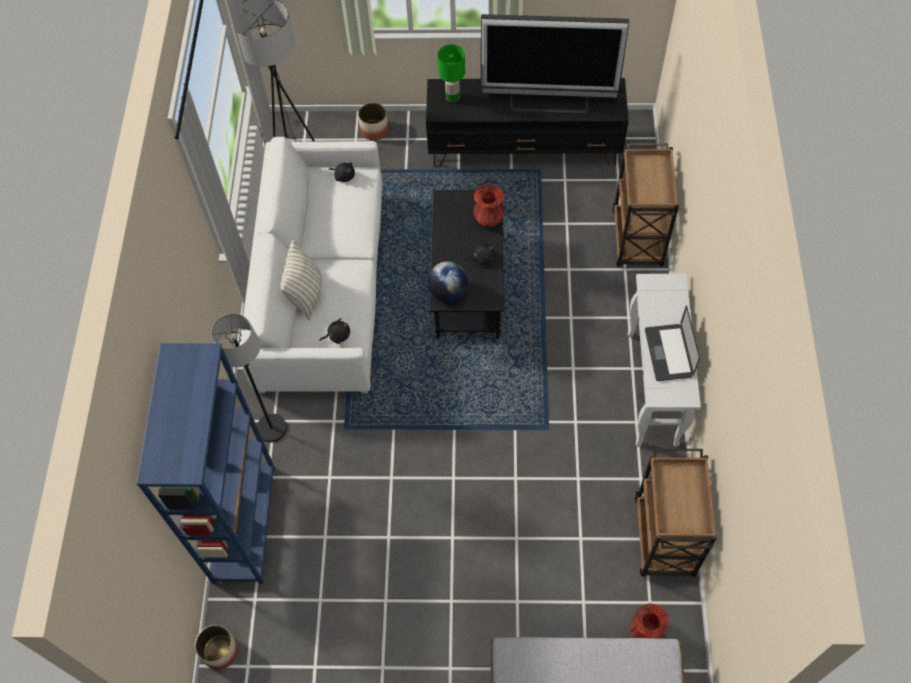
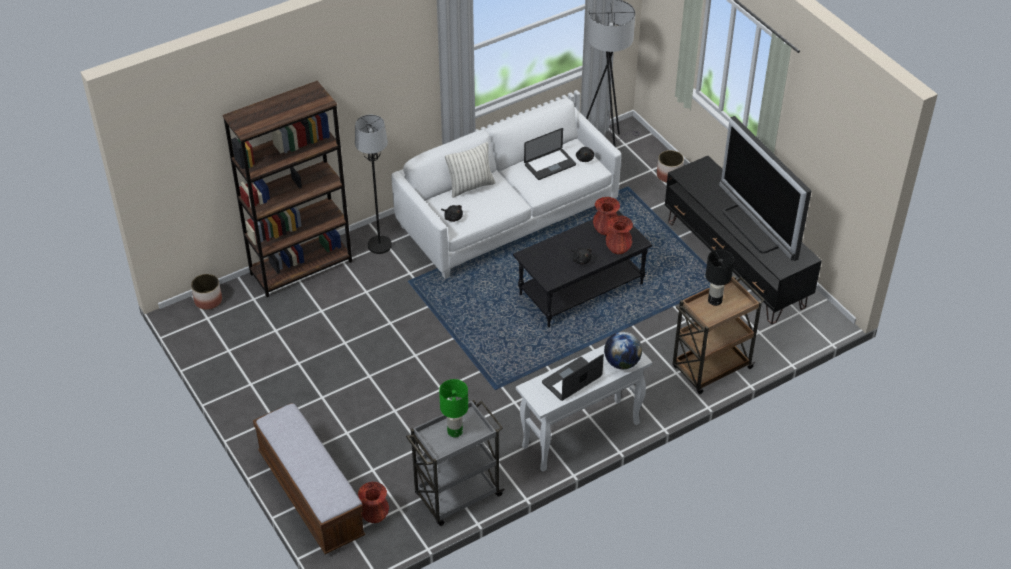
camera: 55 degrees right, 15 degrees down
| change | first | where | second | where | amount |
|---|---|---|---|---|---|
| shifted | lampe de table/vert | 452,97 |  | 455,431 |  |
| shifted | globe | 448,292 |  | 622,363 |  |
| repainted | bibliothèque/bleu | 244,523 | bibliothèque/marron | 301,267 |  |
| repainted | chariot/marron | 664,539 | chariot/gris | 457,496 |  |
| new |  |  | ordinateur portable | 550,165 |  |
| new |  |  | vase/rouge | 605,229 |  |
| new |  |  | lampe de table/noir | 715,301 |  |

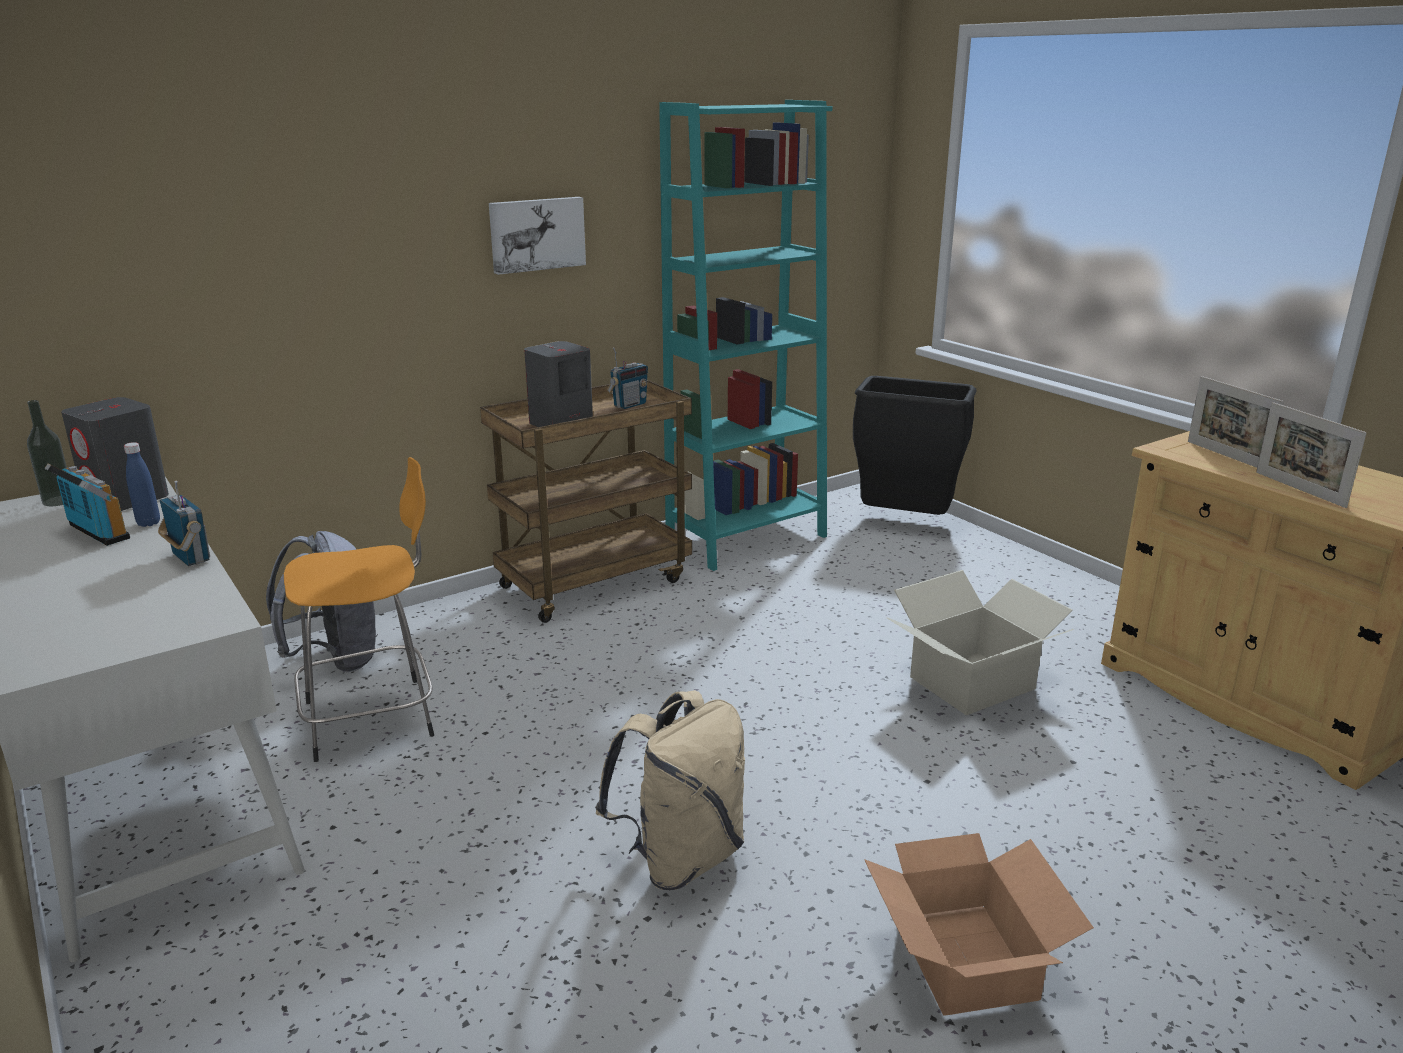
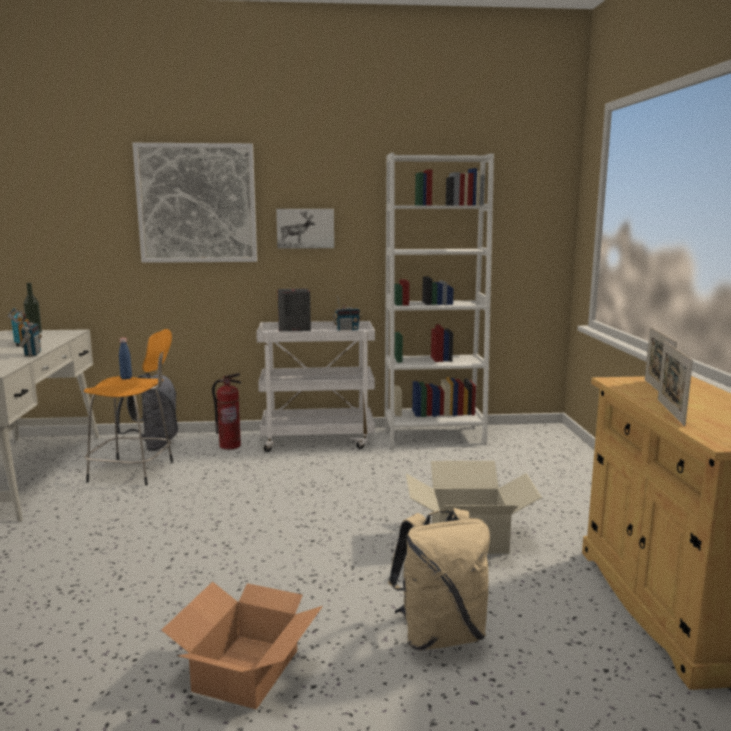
camera: 30 degrees right, 10 degrees down
| change | first | where | second | where | amount |
|---|---|---|---|---|---|
| repainted | bibliothèque/turquoise | 746,539 | bibliothèque/blanc | 434,437 |  |
| gone | poubelle/noir | 904,523 |  |  |  |
| repainted | chariot/marron | 595,582 | chariot/blanc | 318,440 |  |
| gone | enceinte/gris | 127,499 |  |  |  |
| shifted | bouteille/bleu | 148,523 |  | 126,378 |  |
| shifted | sac à dos/beige | 681,857 |  | 440,635 |  |
| new |  |  | tableau | 197,203 |  |
| new |  |  | extincteur | 230,446 |  |

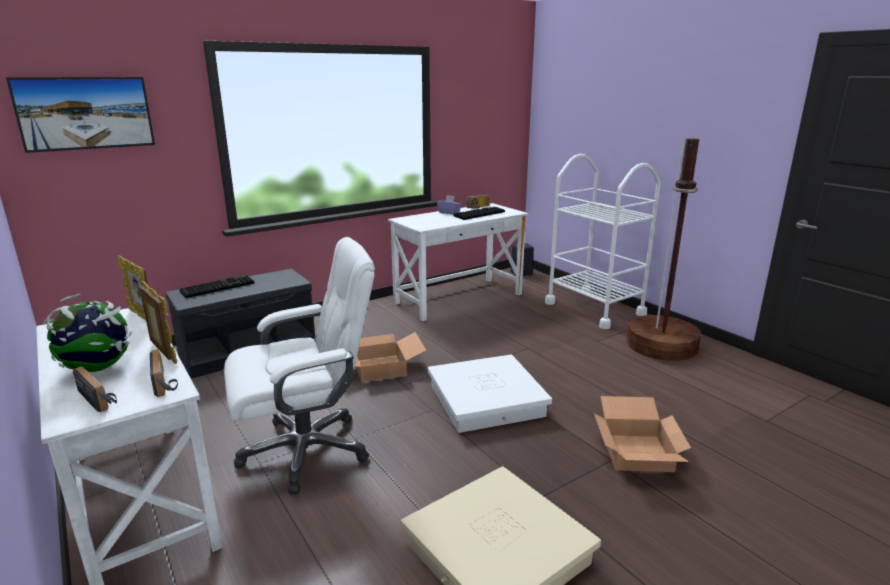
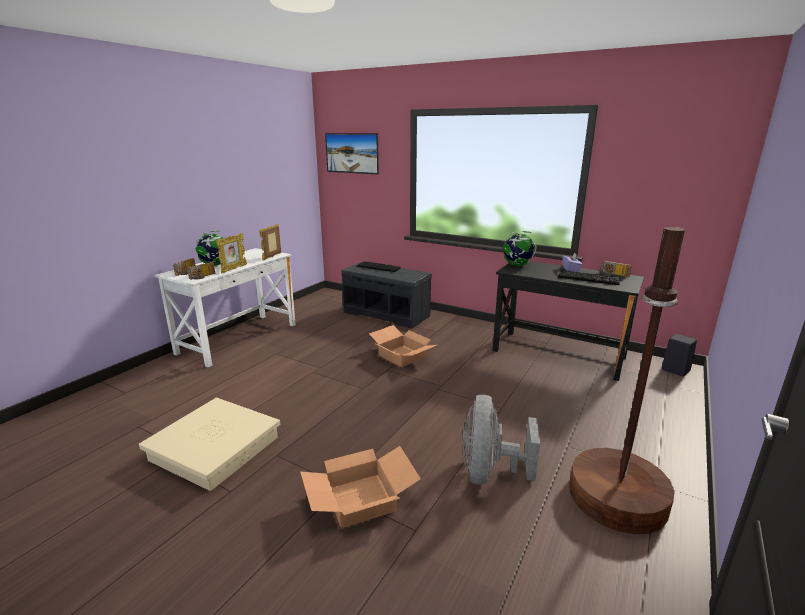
camera: 65 degrees right, 0 degrees up
| change | first | where | second | where | amount |
|---|---|---|---|---|---|
| gone | chariot/blanc | 594,309 |  |  |  |
| repainted | bureau/blanc | 458,298 | bureau/noir | 558,354 |  |
| gone | chaise de bureau/blanc | 307,450 |  |  |  |
| gone | boîte de rangement/blanc | 486,400 |  |  |  |
| new |  |  | globe | 517,265 |  |
| new |  |  | ventilateur/gris | 489,472 |  |

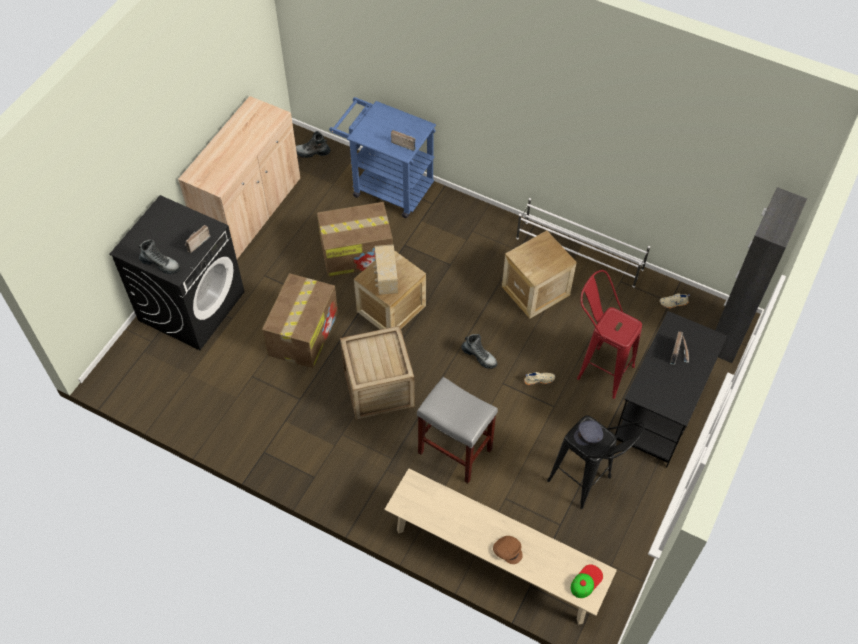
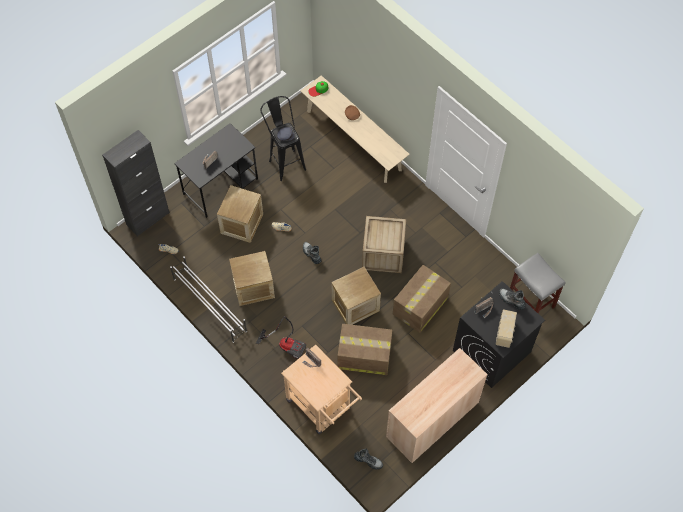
camera: 160 degrees left, 5 degrees up
| change | first | where | second | where | amount |
|---|---|---|---|---|---|
| repainted | chariot/bleu | 386,187 | chariot/beige | 322,407 |  |
| shifted | radio | 386,279 |  | 505,333 |  |
| swapped | tabouret/rouge | 597,368 | caisse | 242,223 |  |
| shifted | tabouret/gris | 454,451 |  | 531,301 |  |
| new |  |  | aspirateur | 286,345 |  |

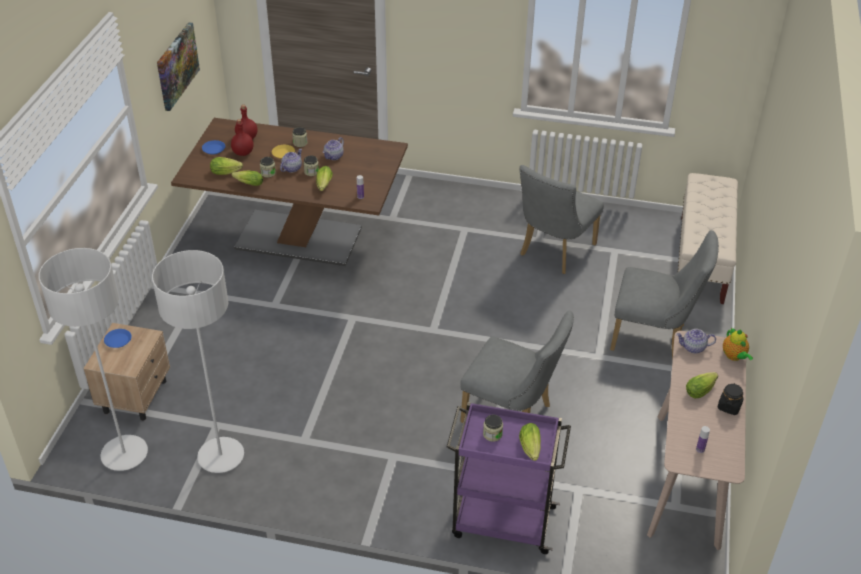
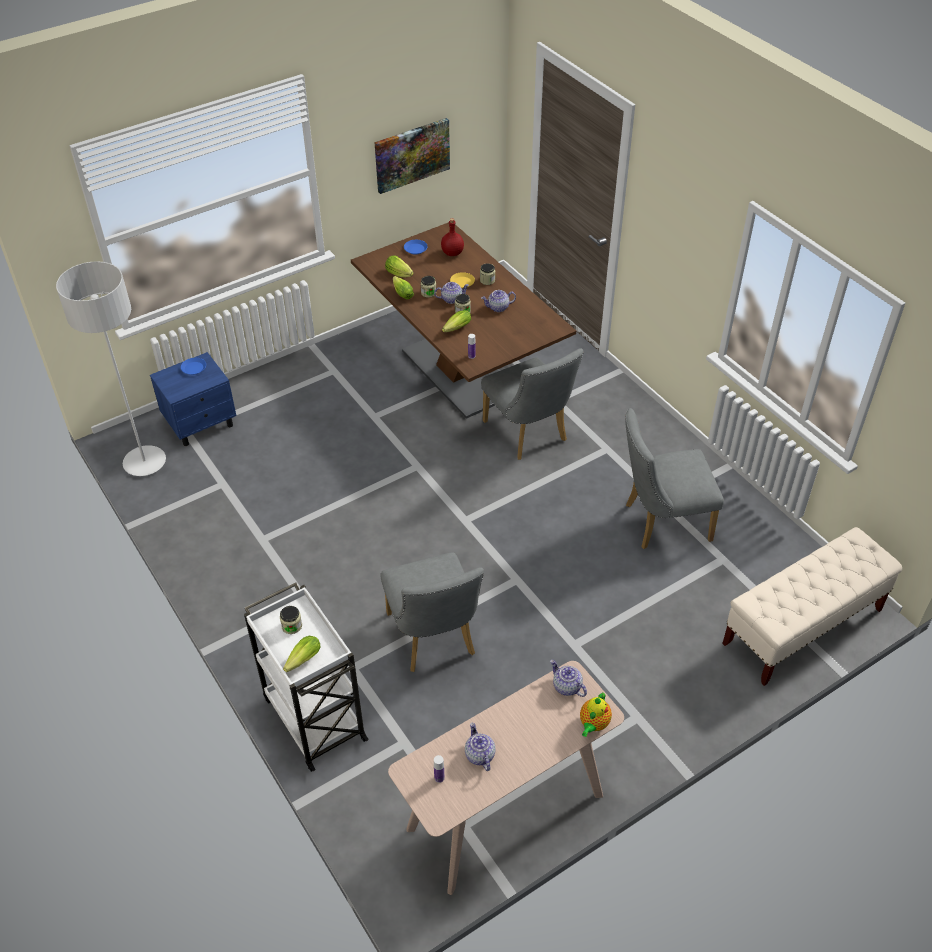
camera: 45 degrees right, 5 degrees up
| change | first | where | second | where | amount |
|---|---|---|---|---|---|
| gone | bouteille/rouge | 243,153 |  |  |  |
| shifted | chaise/gris | 654,338 |  | 528,434 |  |
| gone | lampadaire/gris | 221,456 |  |  |  |
| repainted | table de chevet/beige | 136,395 | table de chevet/bleu | 201,424 |  |
| gone | laitue | 701,390 |  |  |  |
| gone | bocal/noir | 729,406 |  |  |  |
| repainted | chariot/violet | 501,521 | chariot/blanc | 313,717 |  |
| new |  |  | théière | 479,755 |  |

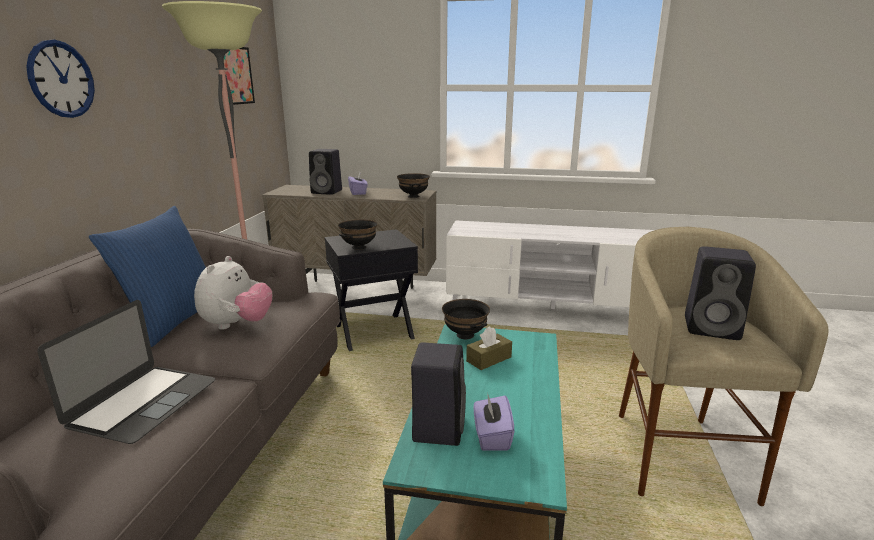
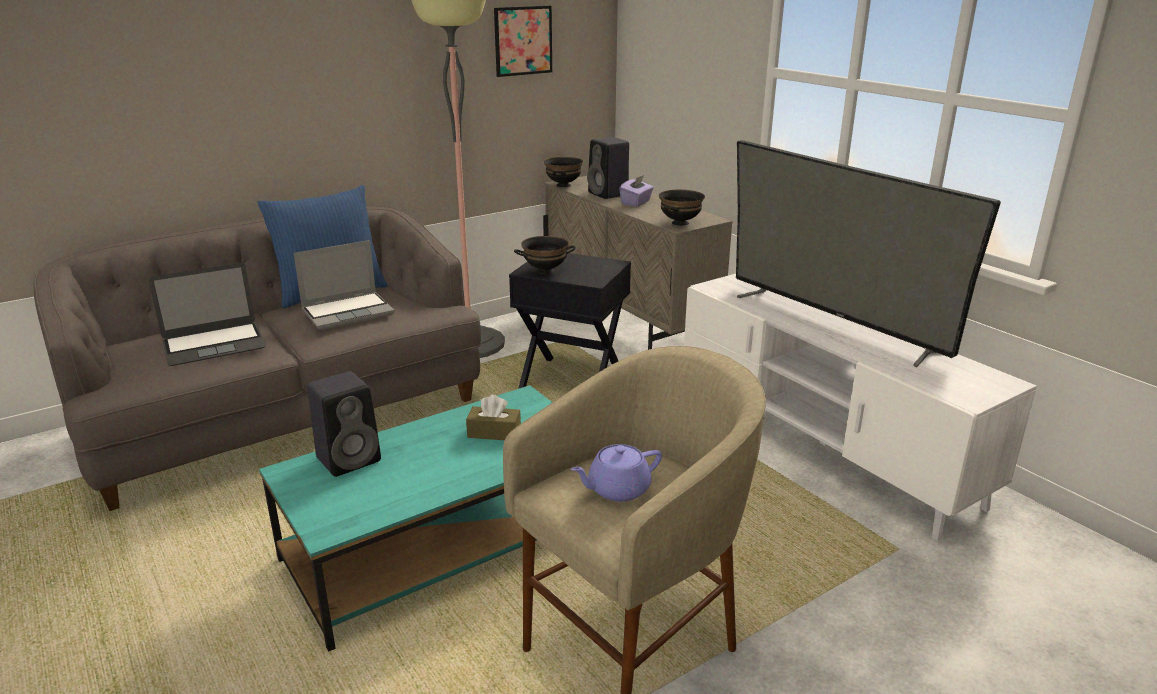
camera: 45 degrees right, 5 degrees up
| change | first | where | second | where | amount |
|---|---|---|---|---|---|
| gone | horloge murale | 61,79 |  |  |  |
| swapped | enceinte/noir | 713,328 | théière/violet | 617,489 |  |
| swapped | peluche | 237,325 | ordinateur portable | 348,312 |  |
| shifted | bol/noir | 465,335 |  | 564,185 |  |
| gone | boîte à mouchoirs/violet | 491,436 |  |  |  |
| new |  |  | téléviseur | 833,322 |  |

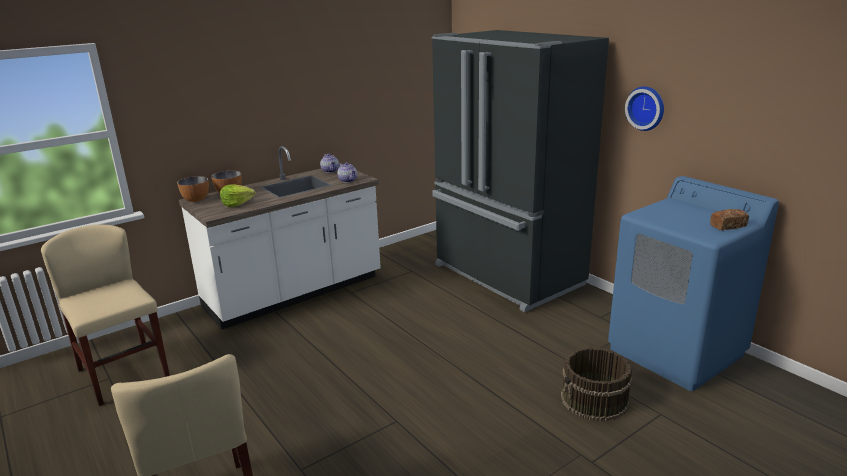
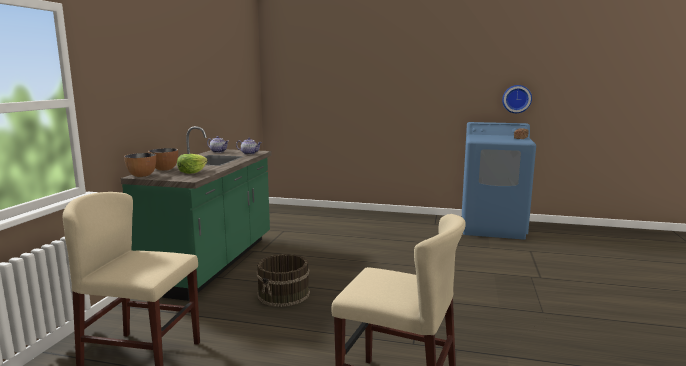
camera: 40 degrees left, 10 degrees down
| change | first | where | second | where | amount |
|---|---|---|---|---|---|
| gone | réfrigérateur/noir | 506,276 |  |  |  |
| shifted | horloge murale | 646,108 |  | 516,99 |  |
| repainted | comptoir de cuisine/blanc | 294,293 | comptoir de cuisine/vert | 213,263 |  |
| shifted | seau/marron | 594,400 |  | 284,294 |  |

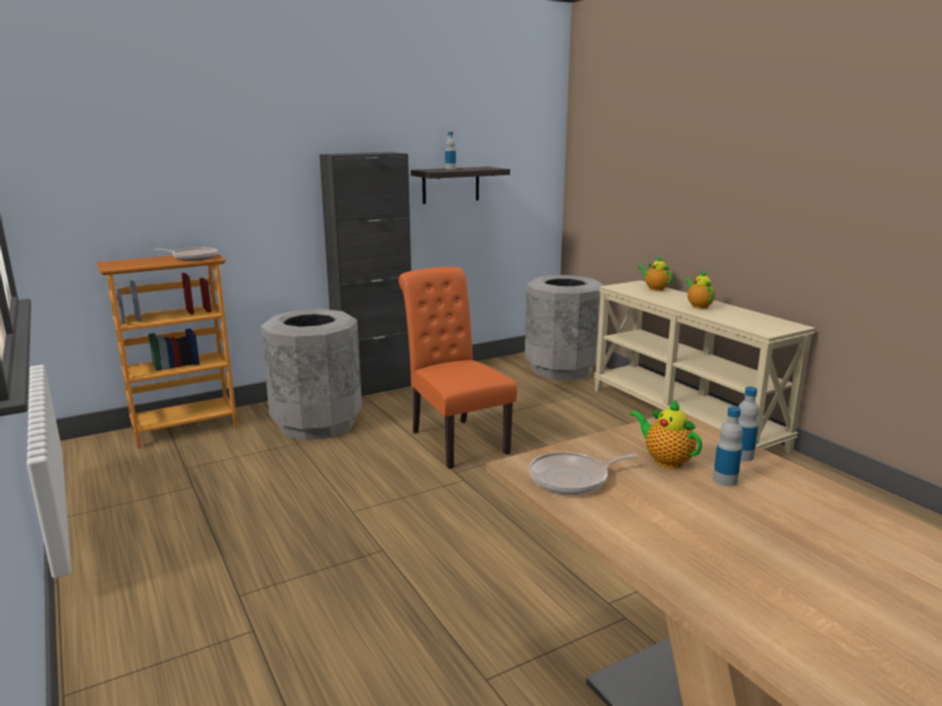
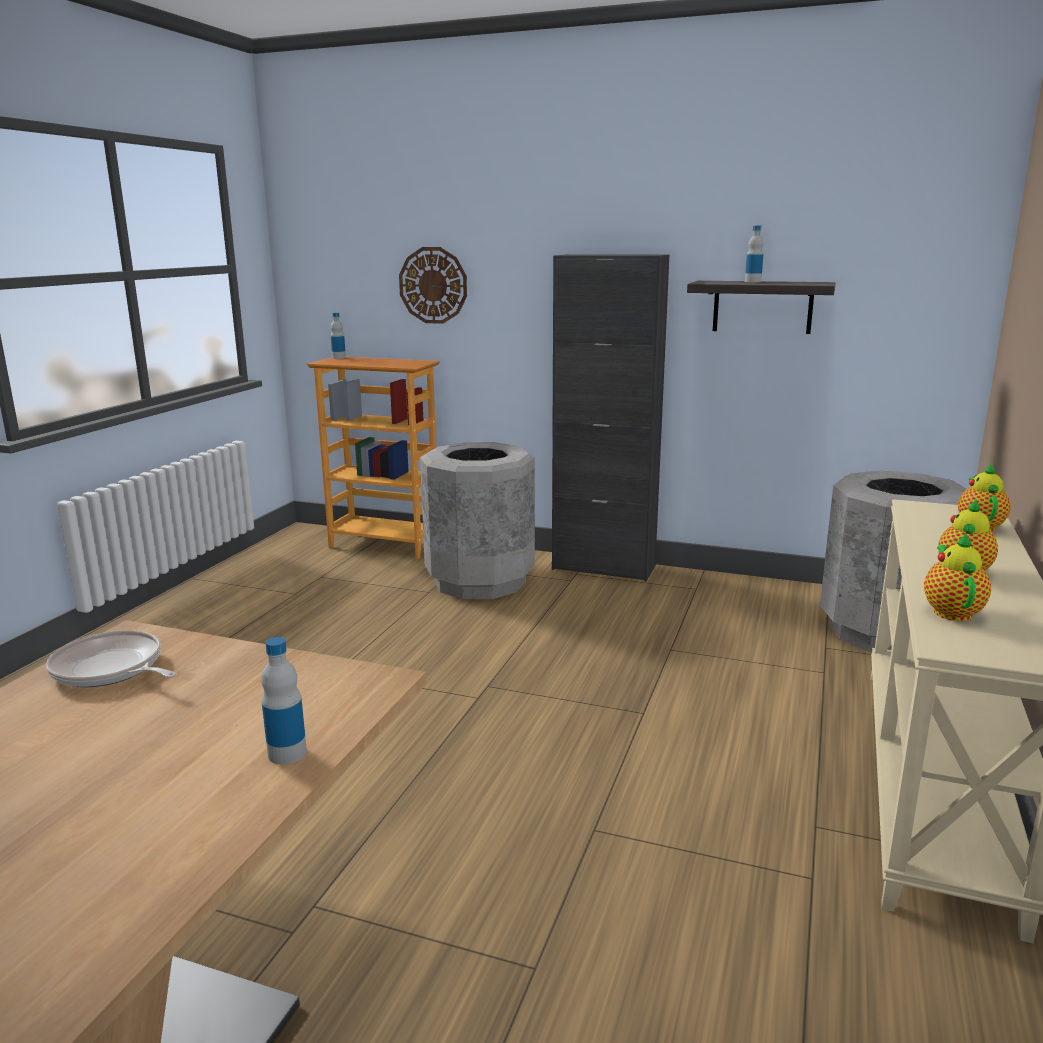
camera: 50 degrees right, 0 degrees up
| change | first | where | second | where | amount |
|---|---|---|---|---|---|
| gone | poêle | 193,257 |  |  |  |
| gone | chaise/orange | 455,439 |  |  |  |
| shifted | théière | 665,460 |  | 951,611 |  |
| shifted | bouteille | 725,480 |  | 339,357 |  |
| new |  |  | horloge murale | 433,285 |  |

